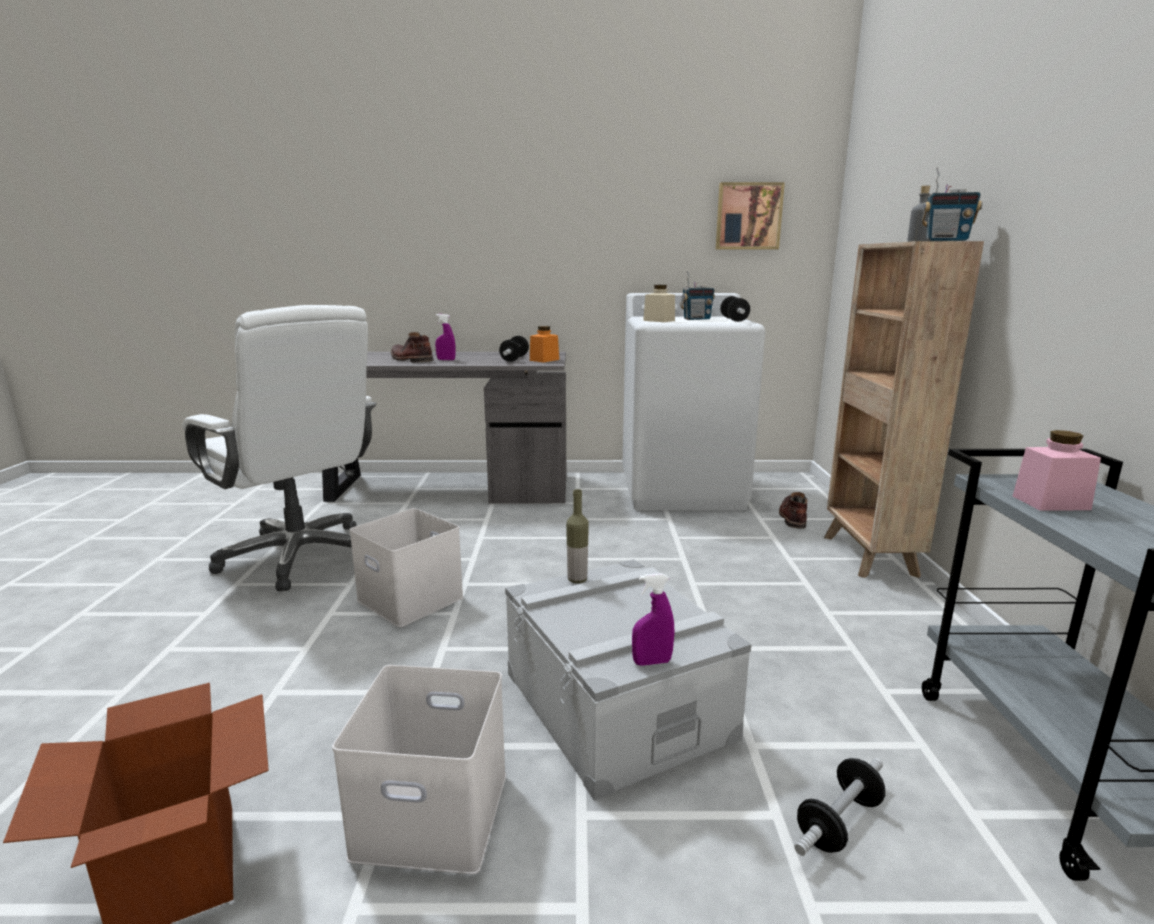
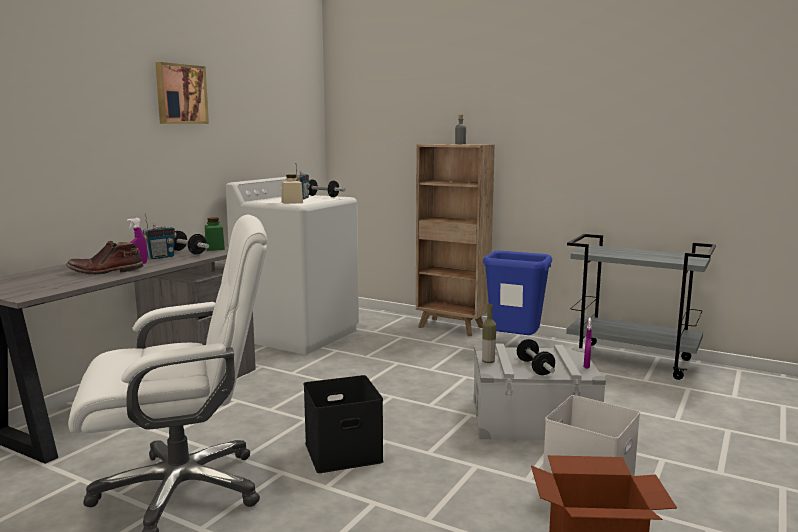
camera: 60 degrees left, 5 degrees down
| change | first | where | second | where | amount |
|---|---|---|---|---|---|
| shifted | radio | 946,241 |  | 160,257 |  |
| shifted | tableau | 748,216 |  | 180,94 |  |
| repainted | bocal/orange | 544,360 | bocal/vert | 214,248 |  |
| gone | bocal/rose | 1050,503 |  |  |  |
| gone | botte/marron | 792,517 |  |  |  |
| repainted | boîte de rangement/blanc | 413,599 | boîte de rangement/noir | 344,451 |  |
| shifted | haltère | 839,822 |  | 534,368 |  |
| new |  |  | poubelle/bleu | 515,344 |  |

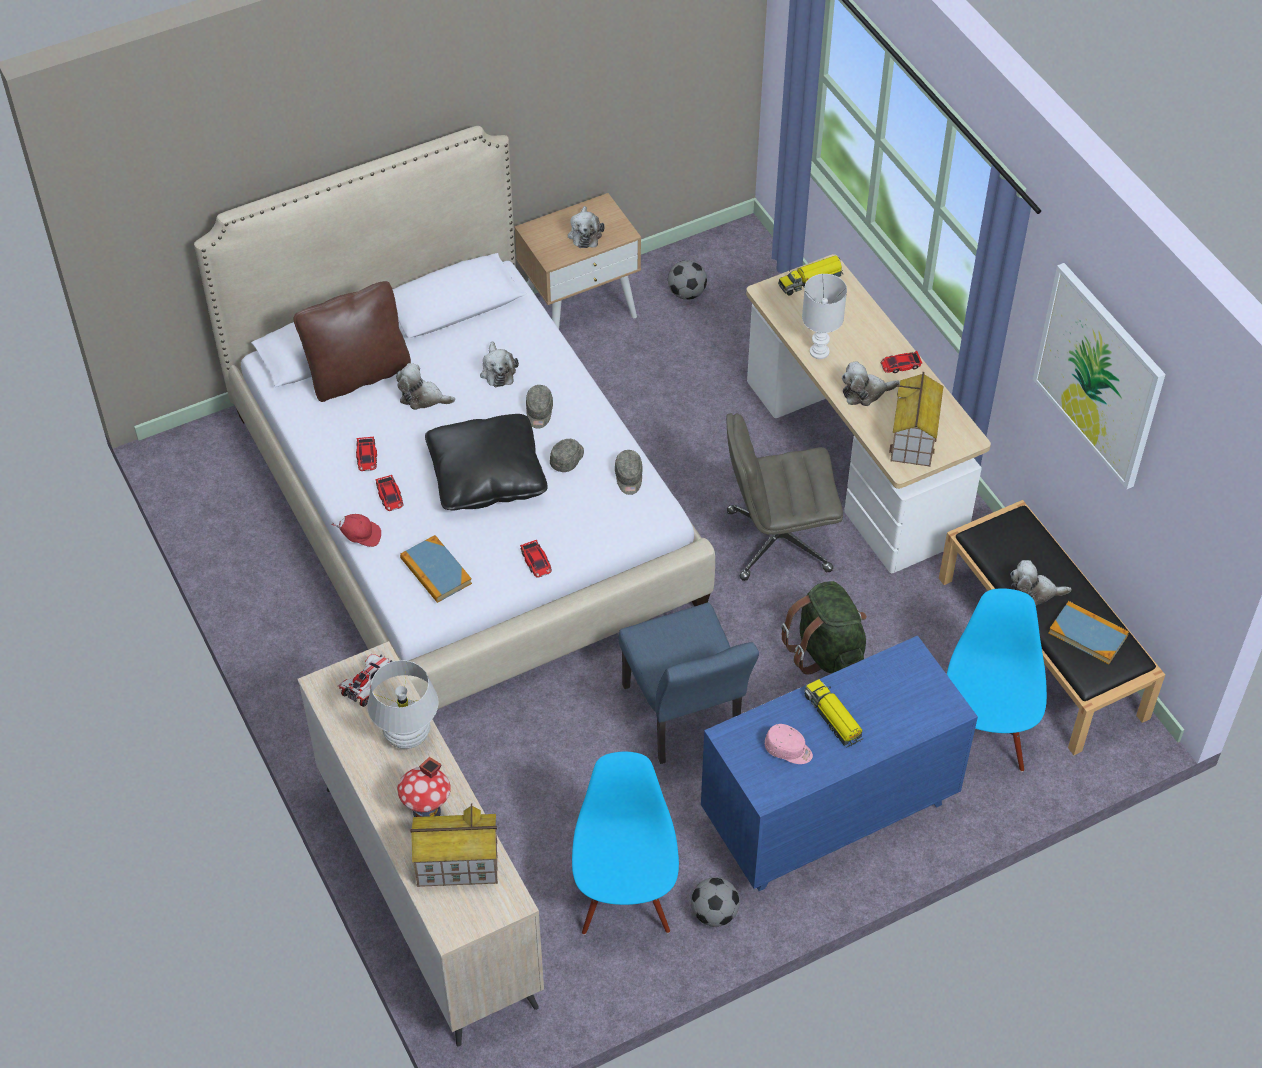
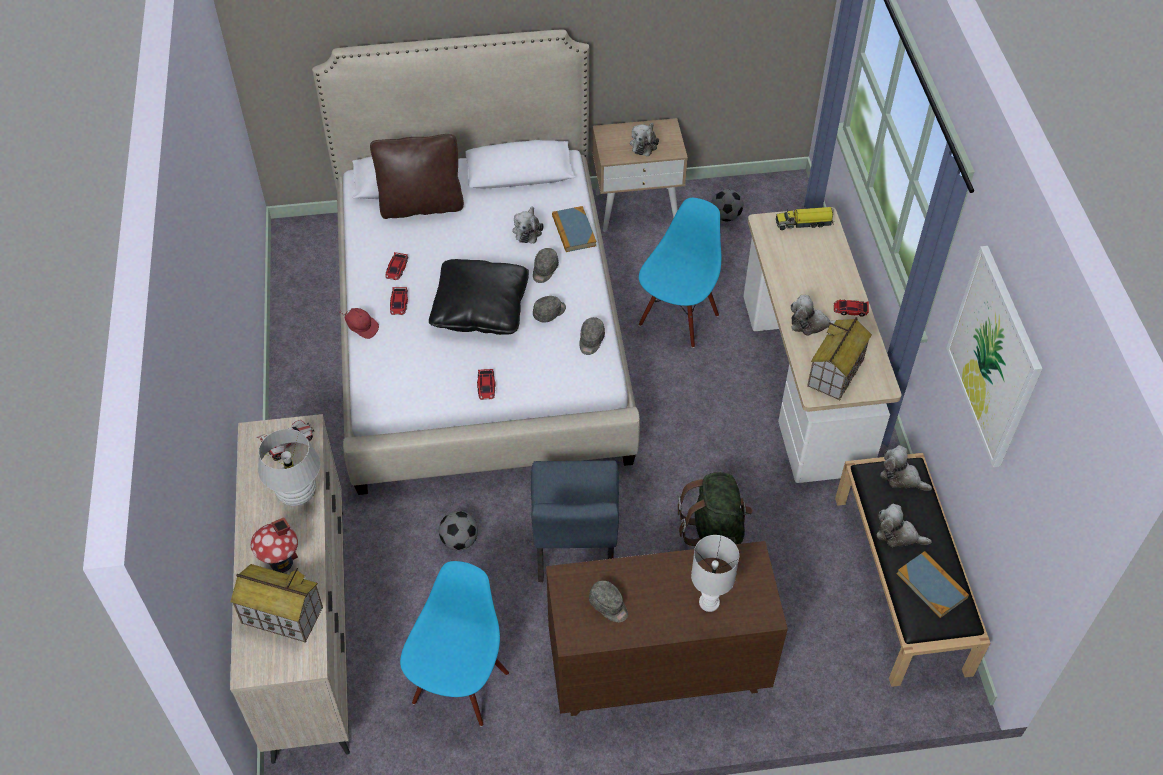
camera: 20 degrees right, 0 degrees up
| change | first | where | second | where | amount |
|---|---|---|---|---|---|
| shifted | lampe de table/blanc | 818,351 |  | 708,602 |  |
| shifted | peluche | 422,397 |  | 901,477 |  |
| gone | chaise de bureau/gris | 777,541 |  |  |  |
| shifted | livre | 436,571 |  | 573,231 |  |
| shifted | chaise/bleu | 984,736 |  | 677,319 |  |
| repainted | commode/bleu | 827,815 | commode/marron | 656,669 |  |
| gone | camion jouet | 833,717 |  |  |  |
| repainted | casquette/rose | 788,750 | casquette/gris | 609,606 |  |
| shifted | ballon de foot | 714,913 |  | 459,540 |  |

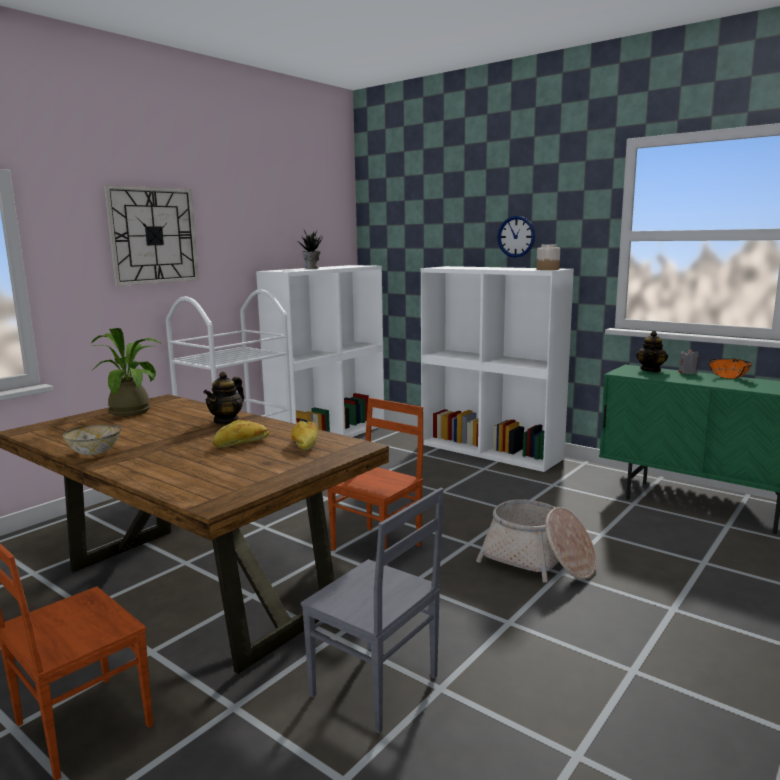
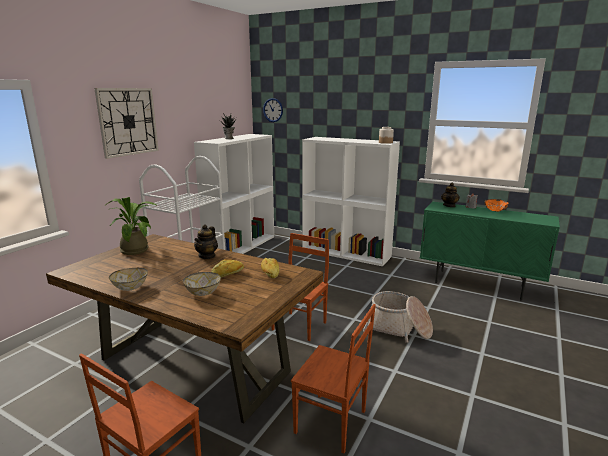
camera: 10 degrees left, 5 degrees up
| change | first | where | second | where | amount |
|---|---|---|---|---|---|
| shifted | horloge murale | 516,236 |  | 273,110 |  |
| repainted | chaise/gris | 375,688 | chaise/marron | 331,423 |  |
| new |  |  | bol | 202,292 |  |

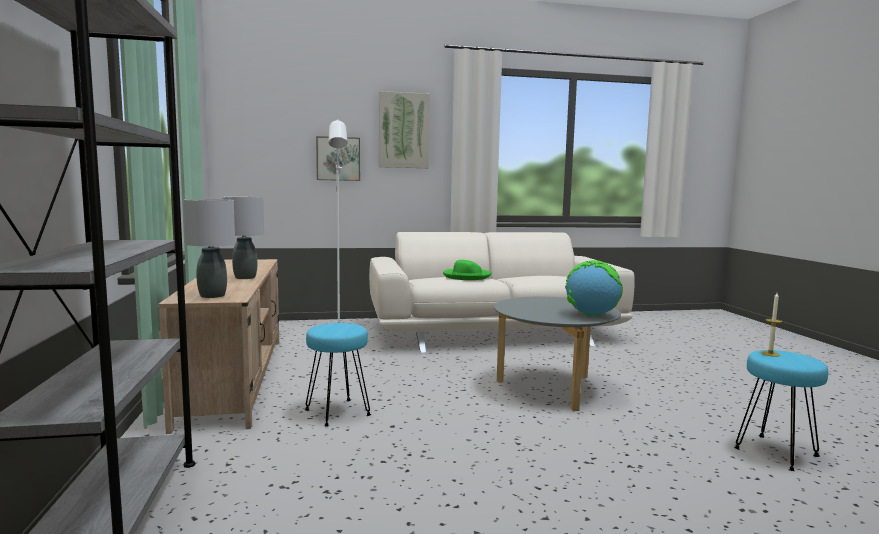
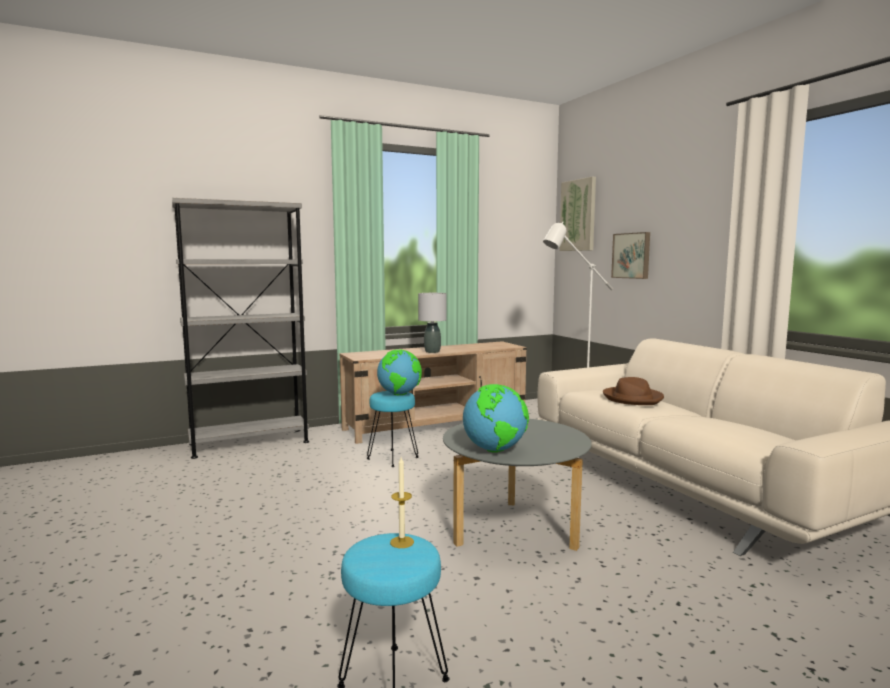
camera: 75 degrees right, 0 degrees up
| change | first | where | second | where | amount |
|---|---|---|---|---|---|
| shifted | tableau | 404,130 |  | 578,215 |  |
| gone | lampe de table/gris | 212,296 |  |  |  |
| repainted | chapeau/vert | 466,276 | chapeau/marron | 633,398 |  |
| new |  |  | globe | 399,394 |  |

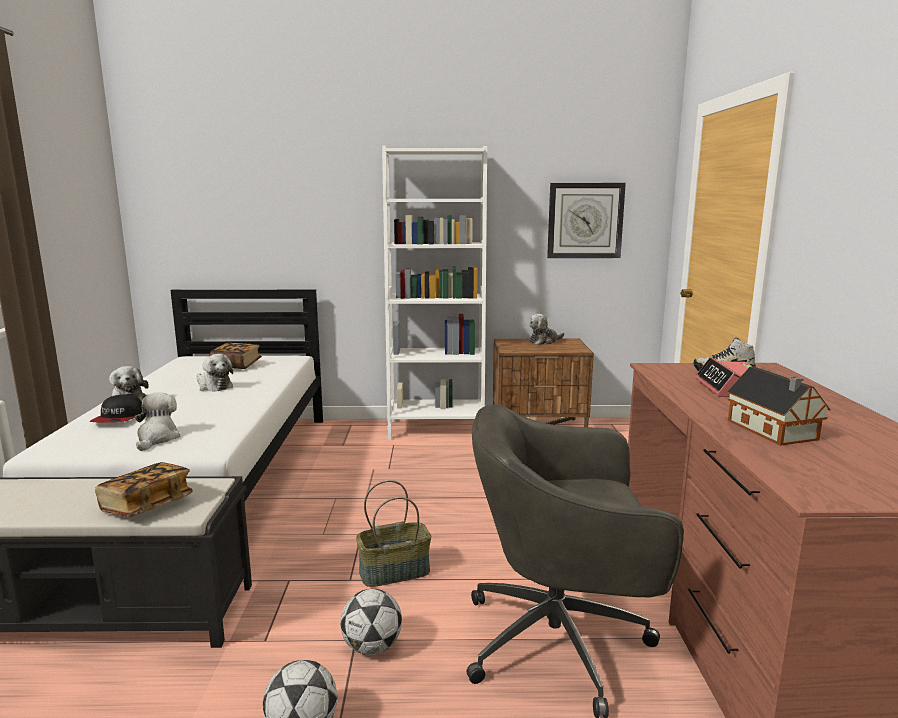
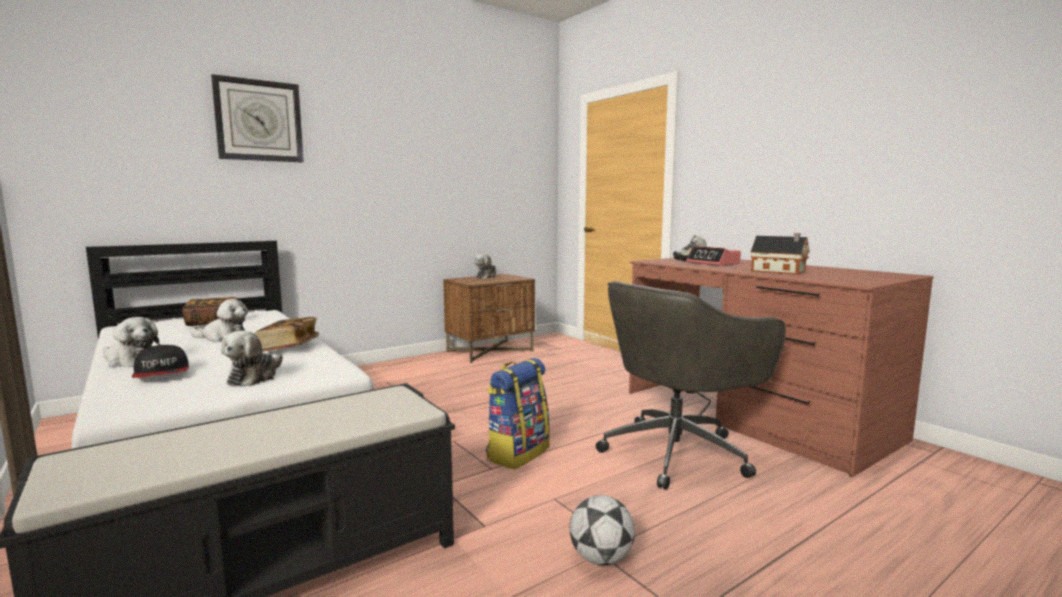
camera: 35 degrees left, 5 degrees down
| change | first | where | second | where | amount |
|---|---|---|---|---|---|
| gone | bibliothèque/blanc | 436,429 |  |  |  |
| shifted | horloge murale | 585,220 |  | 259,121 |  |
| rotated | peluche | 157,438 |  | 254,377 | 135 degrees counterclockwise |
| shifted | livre | 147,506 |  | 288,347 |  |
| swapped | panier | 395,571 | sac à dos | 517,453 |  |
| gone | ballon de foot | 372,647 |  |  |  |

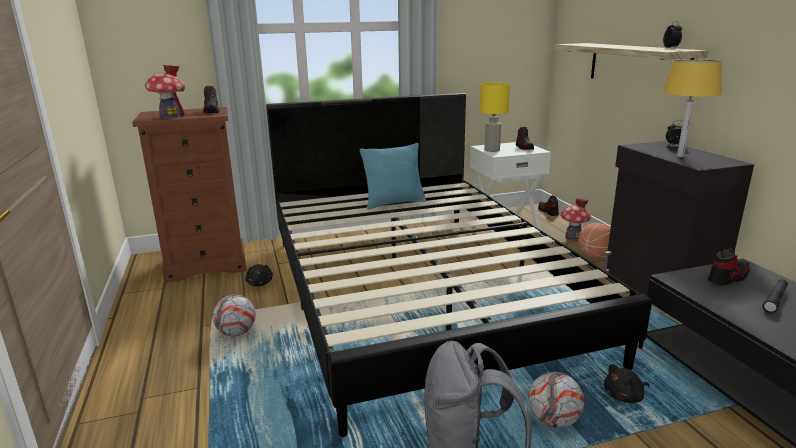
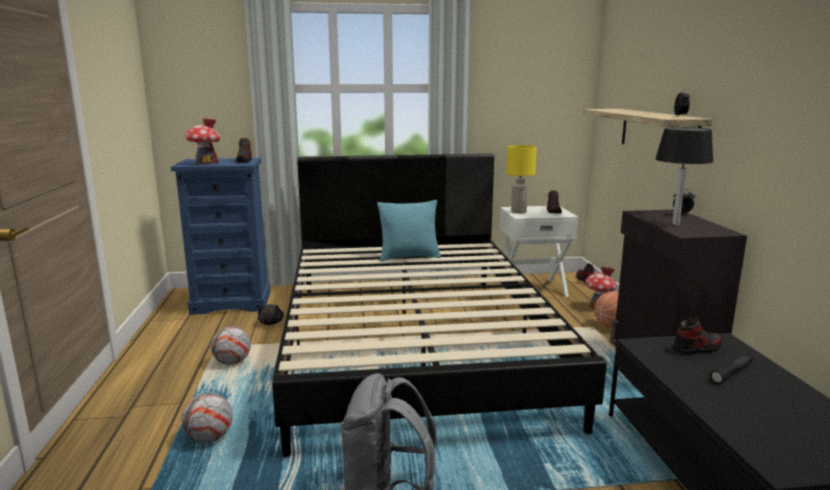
camera: 10 degrees right, 5 degrees down
| change | first | where | second | where | amount |
|---|---|---|---|---|---|
| repainted | lampe de table/jaune | 680,156 | lampe de table/noir | 675,224 |  |
| repainted | commode/marron | 207,264 | commode/bleu | 232,302 |  |
| gone | peluche/noir | 624,396 |  |  |  |
| shifted | ballon de foot | 553,421 |  | 209,438 |  |

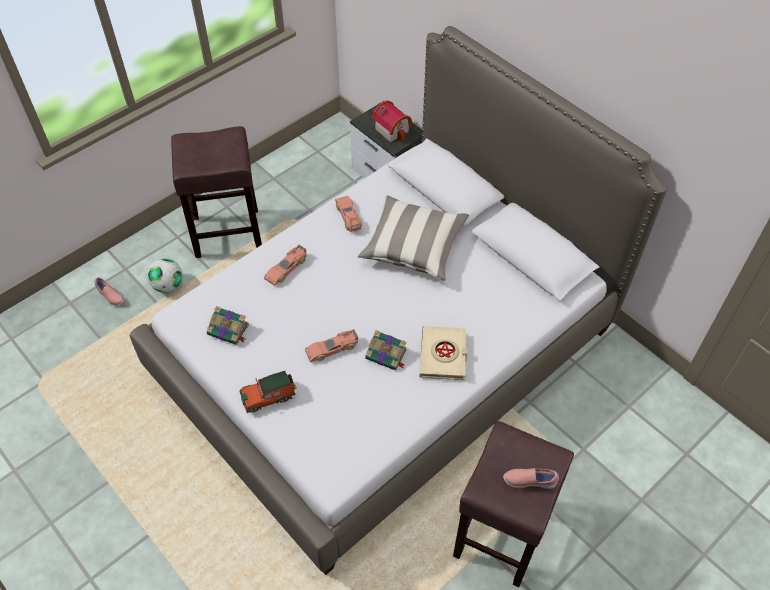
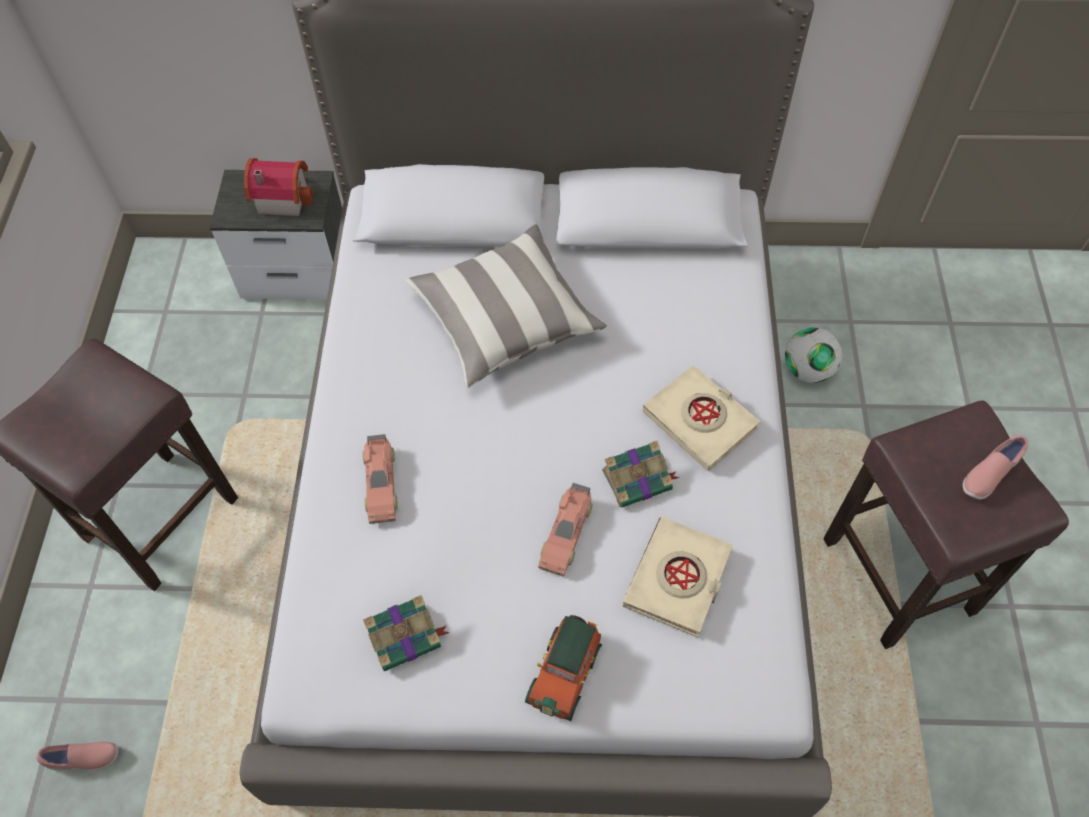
camera: 45 degrees left, 5 degrees up
| change | first | where | second | where | amount |
|---|---|---|---|---|---|
| gone | petite voiture | 348,216 |  |  |  |
| shifted | ballon de foot | 168,285 |  | 807,370 |  |
| new |  |  | livre/beige | 678,579 |  |

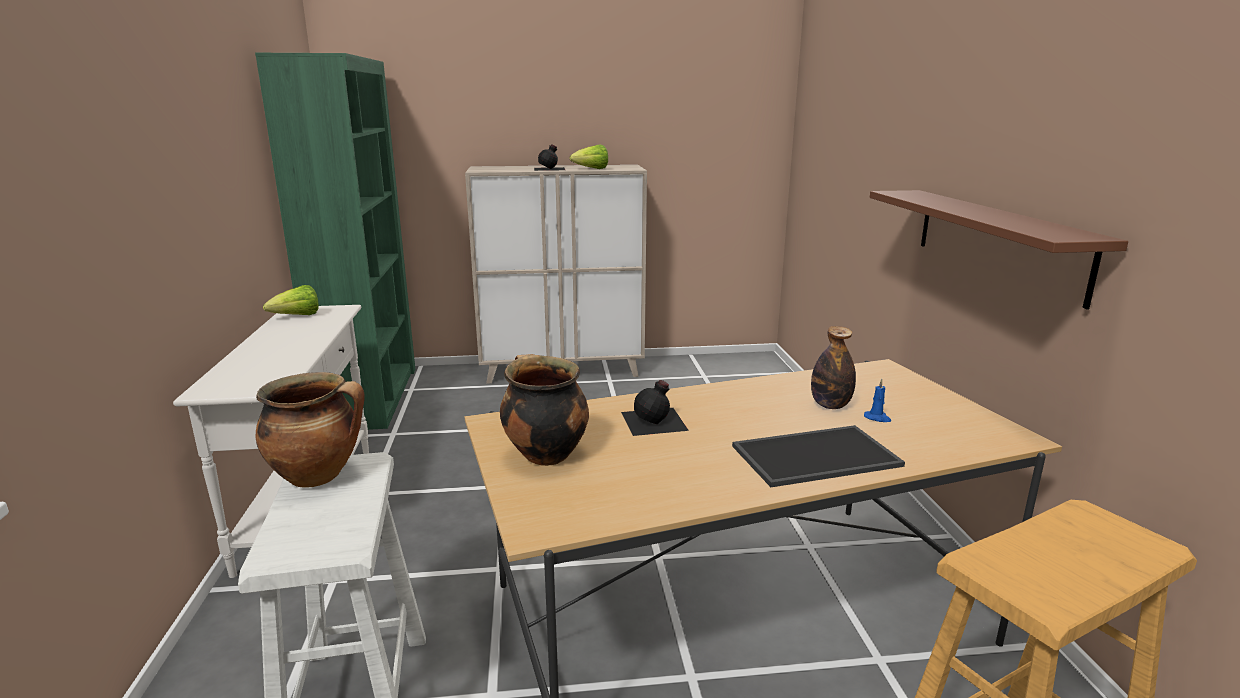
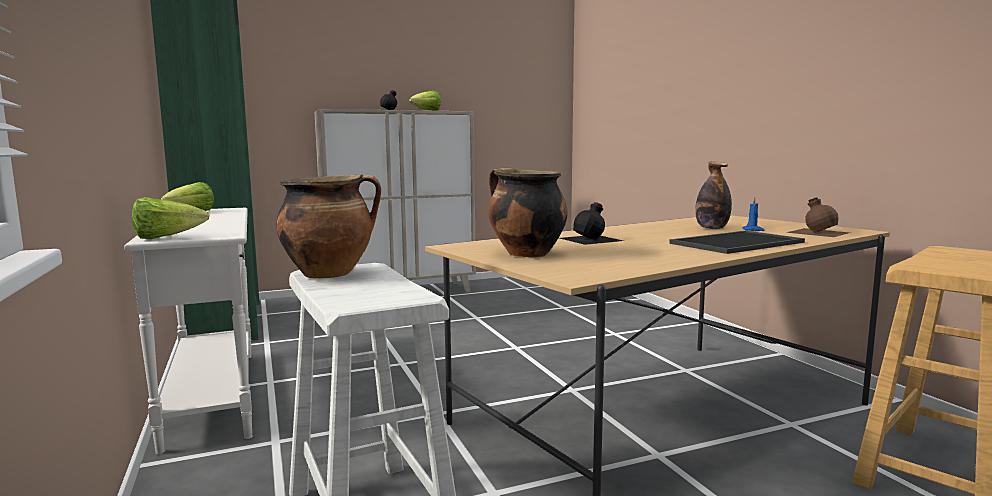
camera: 15 degrees left, 10 degrees down
| change | first | where | second | where | amount |
|---|---|---|---|---|---|
| gone | étagère/marron | 996,241 |  |  |  |
| new |  |  | laitue | 166,238 |  |
| new |  |  | bouteille/marron | 817,232 |  |

